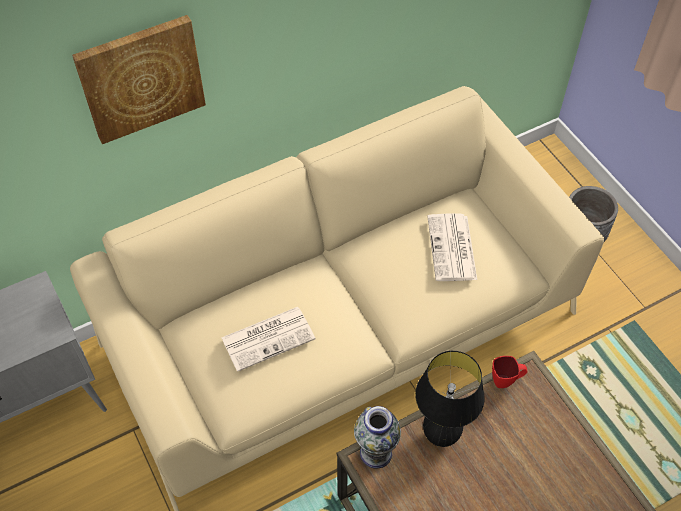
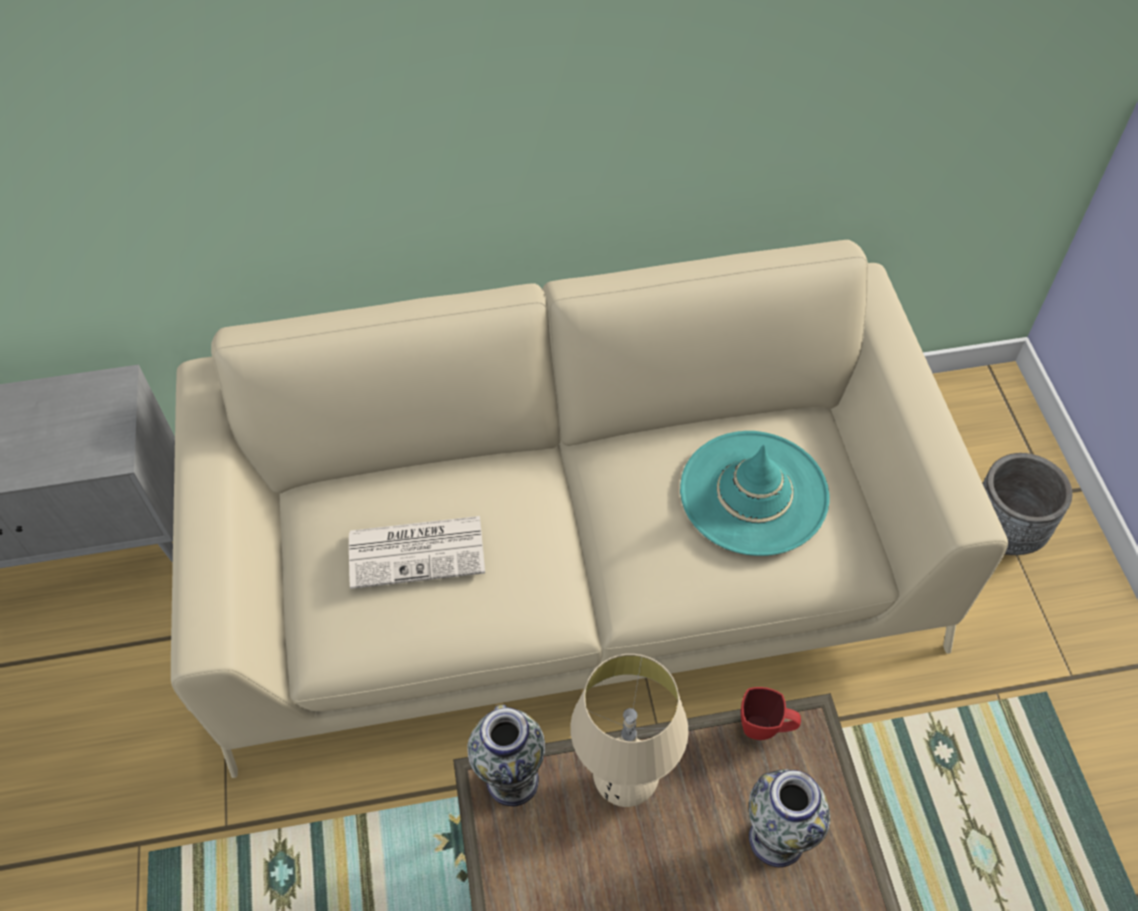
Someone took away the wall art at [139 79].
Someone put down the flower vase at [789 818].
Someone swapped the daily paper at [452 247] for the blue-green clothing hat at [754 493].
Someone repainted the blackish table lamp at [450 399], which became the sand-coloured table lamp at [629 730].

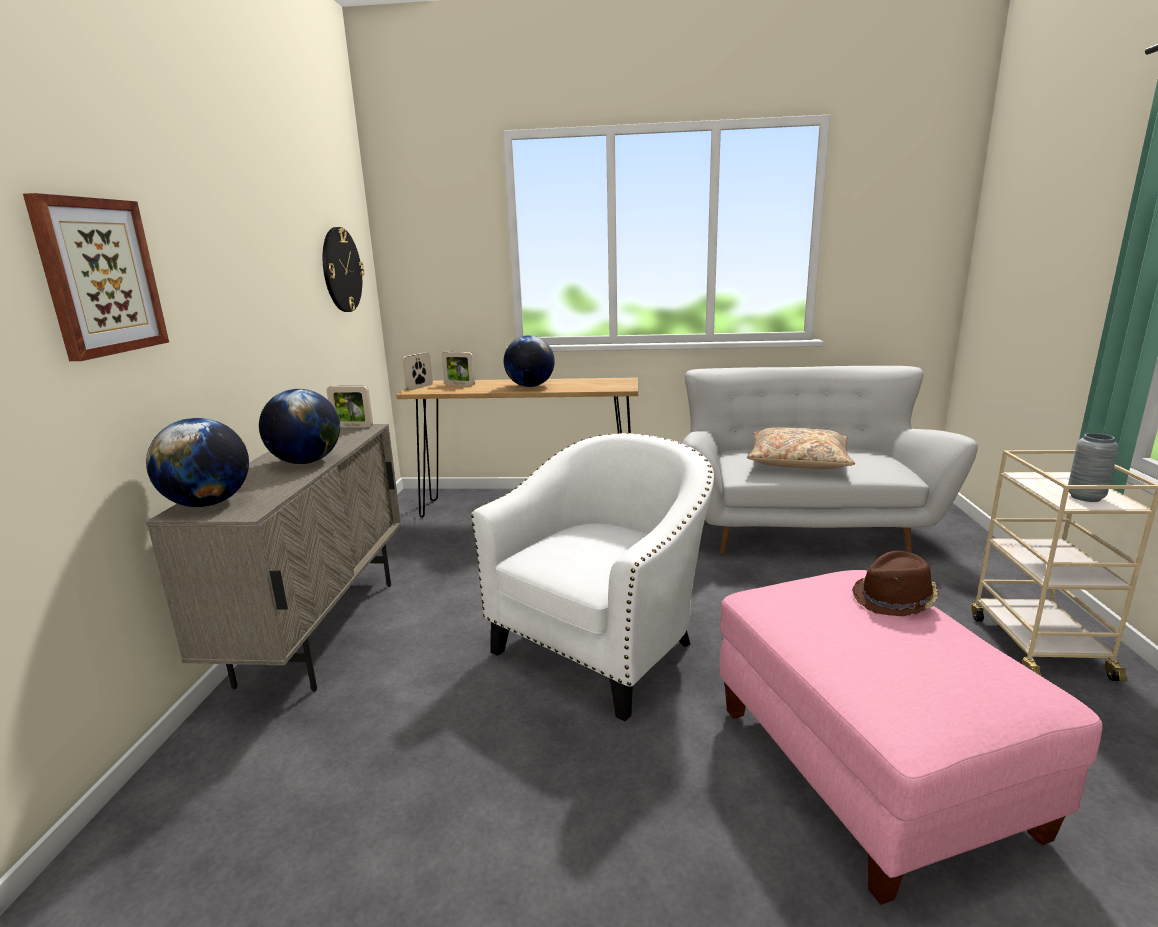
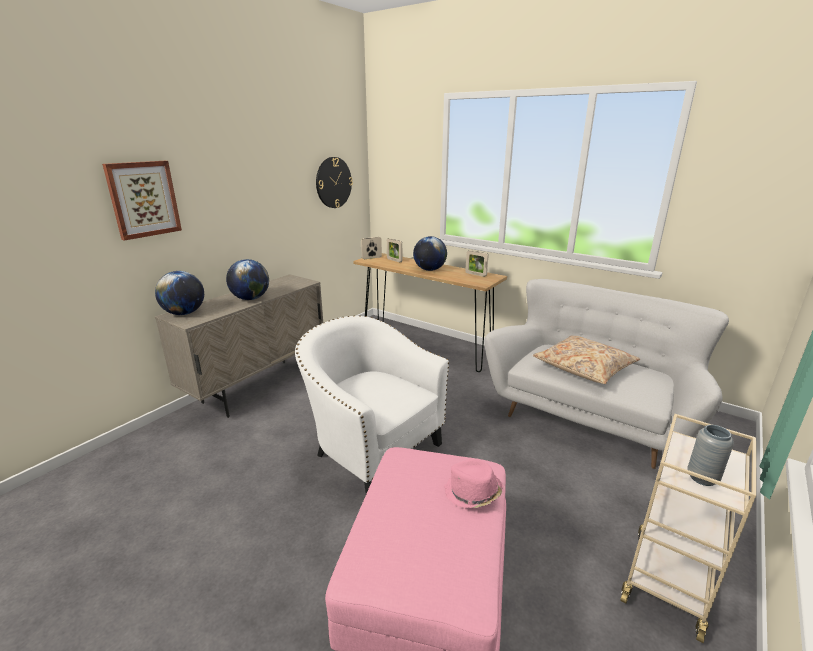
Someone carried the standing frame from [350 407] to [476 263].
Someone repainted the brown clothing hat at [895 583], which became the pinkish clothing hat at [473 483].
Someone rotated the white-coloured lounge chair at [592 577] by 120 degrees counterclockwise.

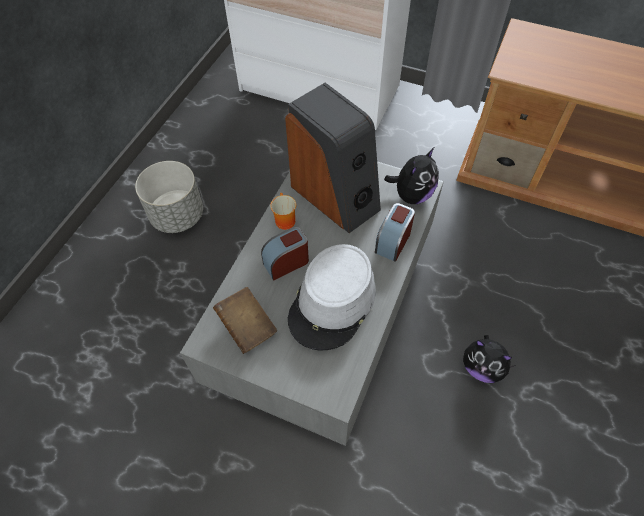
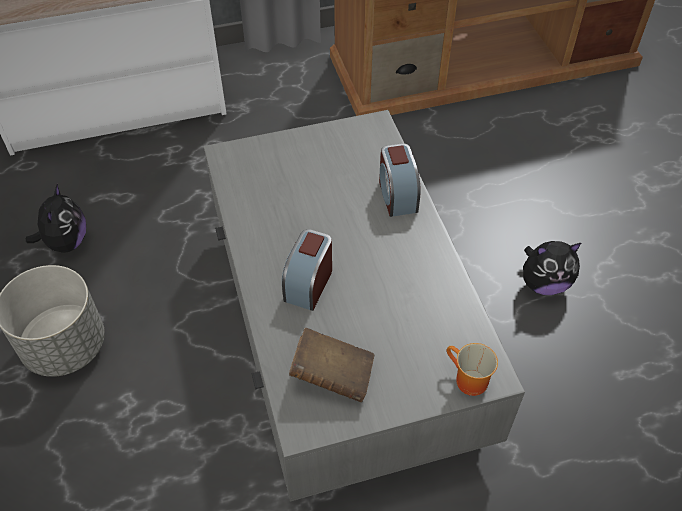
Someone took away the speaker at [333 158].
Someone took away the gray clothing hat at [332 297].
Someone carried the mug from [283 211] to [472 369].
Someone carried the soft toy from [411 176] to [56 218].

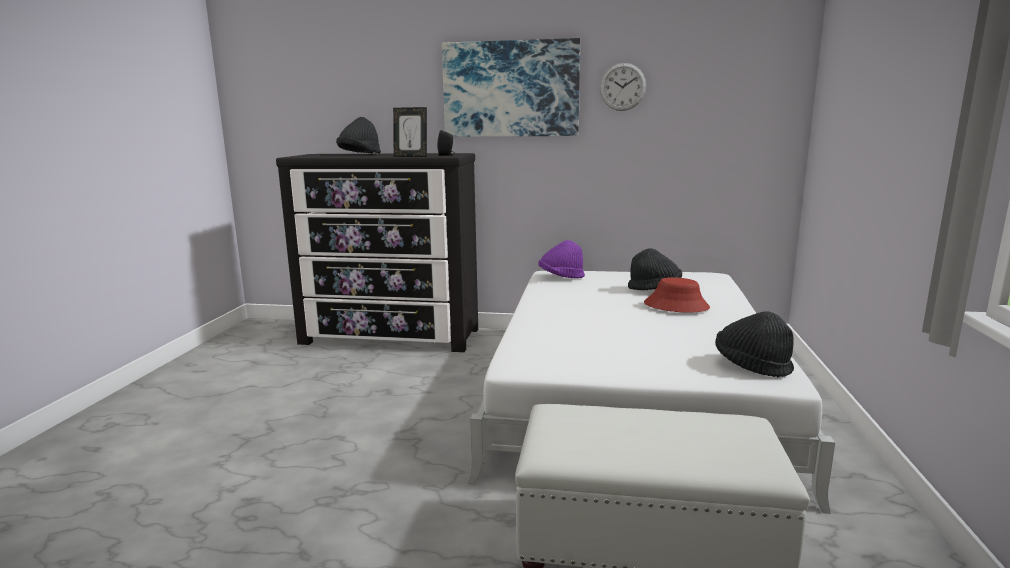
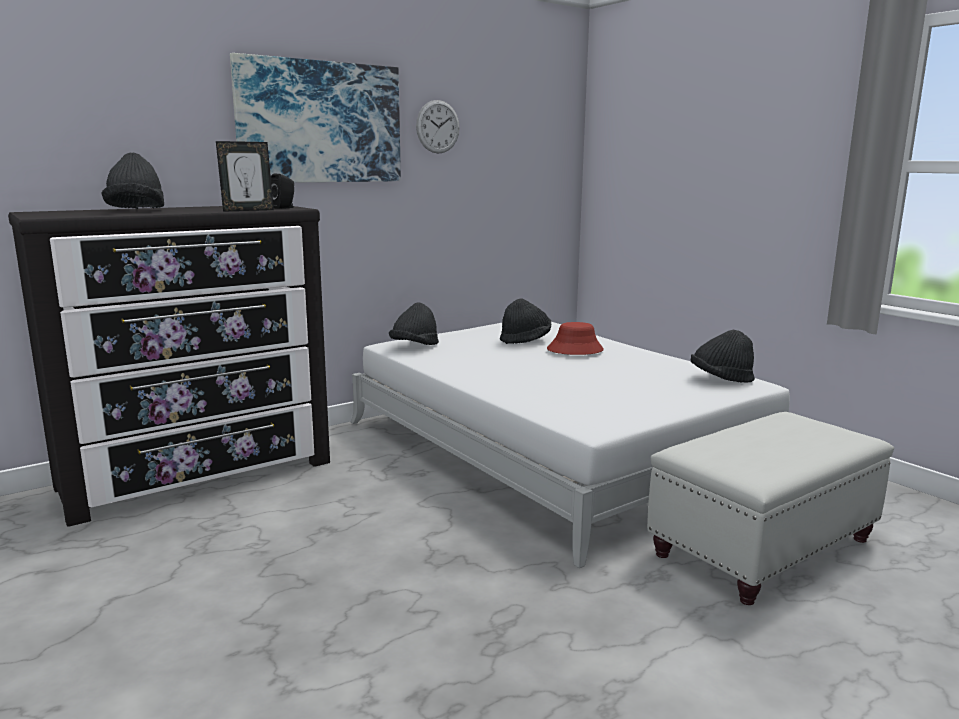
Someone repainted the purple clothing hat at [561 259], which became the blackish clothing hat at [414 323].

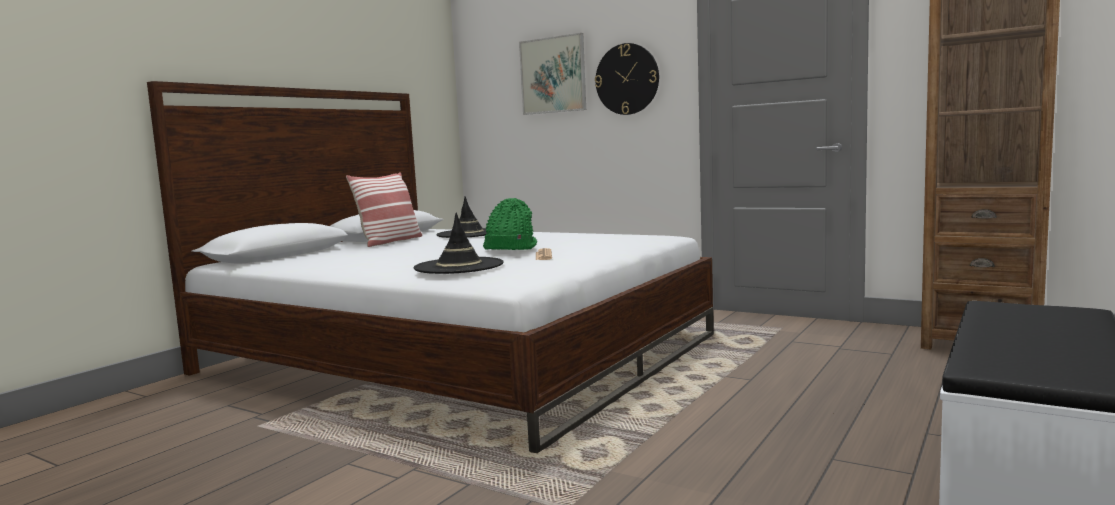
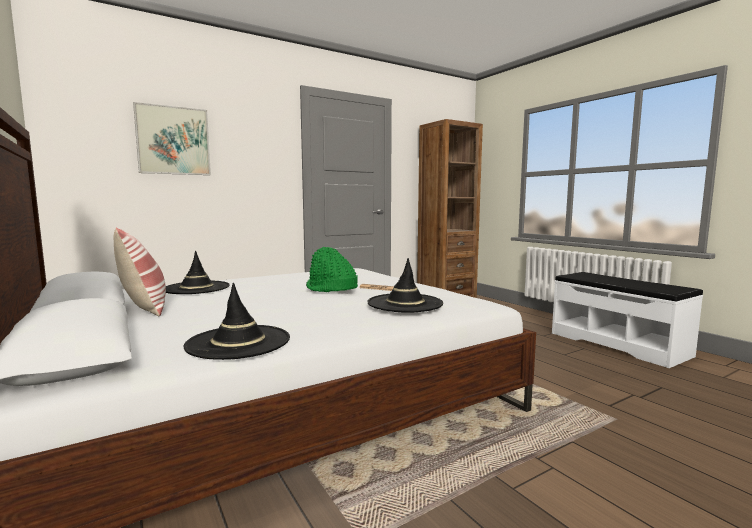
Someone took away the clock on the wall at [627 79].
Someone put down the blackish clothing hat at [236 321].

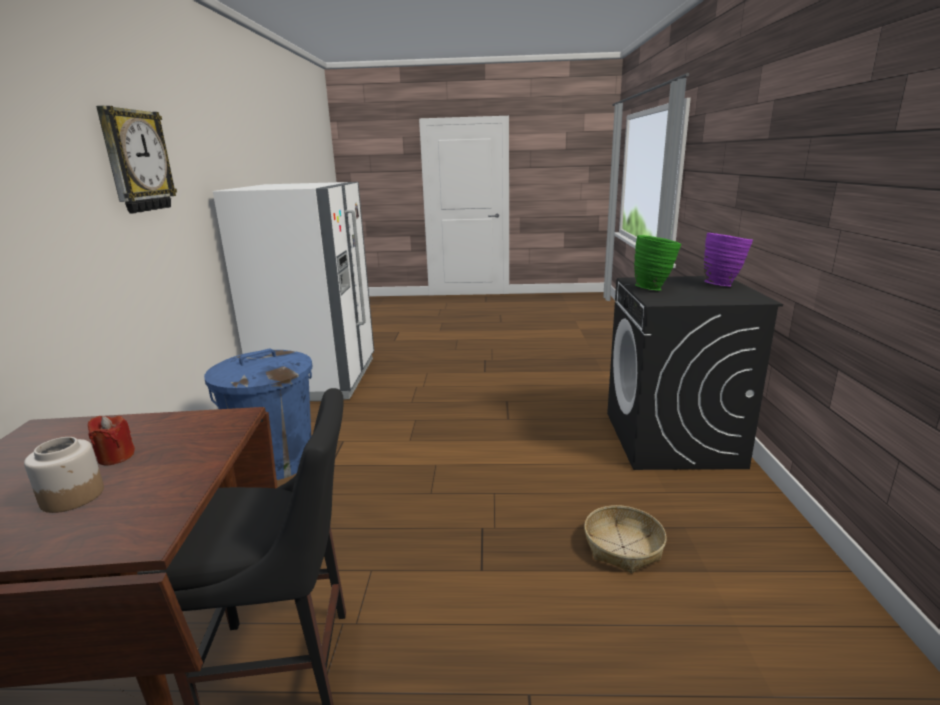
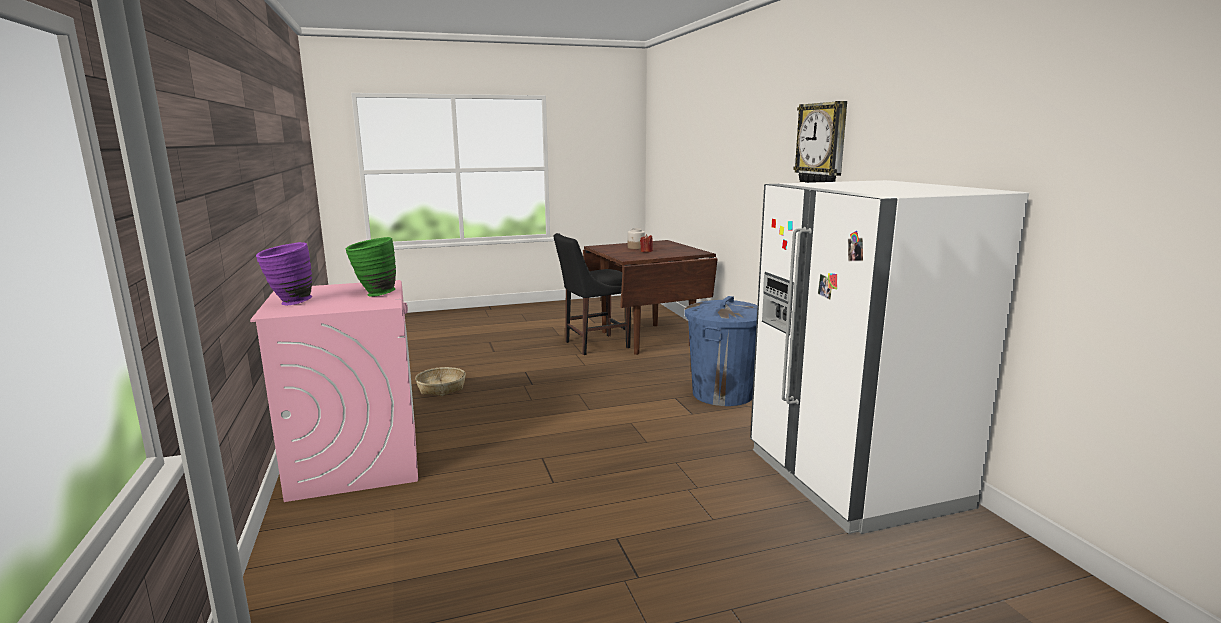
Someone repainted the blackish laundry machine at [695 373], which became the pinkish laundry machine at [334 391].

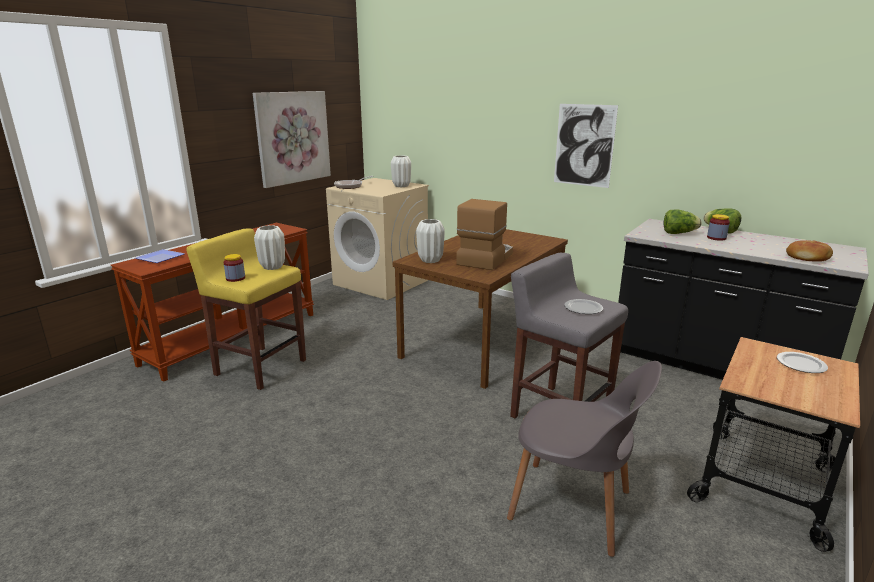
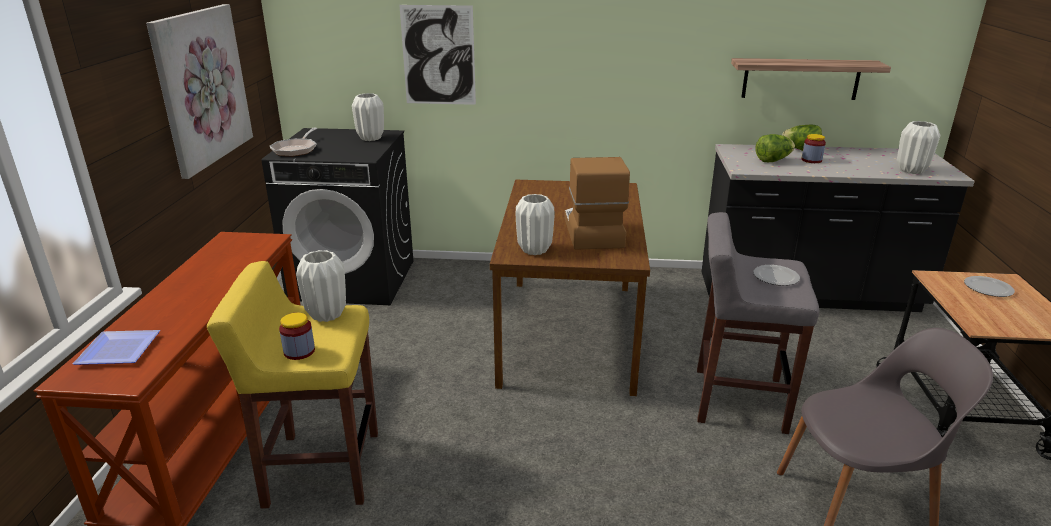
Someone put up the bracket shelf at [811 79].
Someone carried the wall art from [586 146] to [437 55].
Someone swapped the baked bread at [809 251] for the white-coloured flower vase at [918 147].
Someone repainted the sand-coloured laundry machine at [377 239], which became the blackish laundry machine at [337 216].

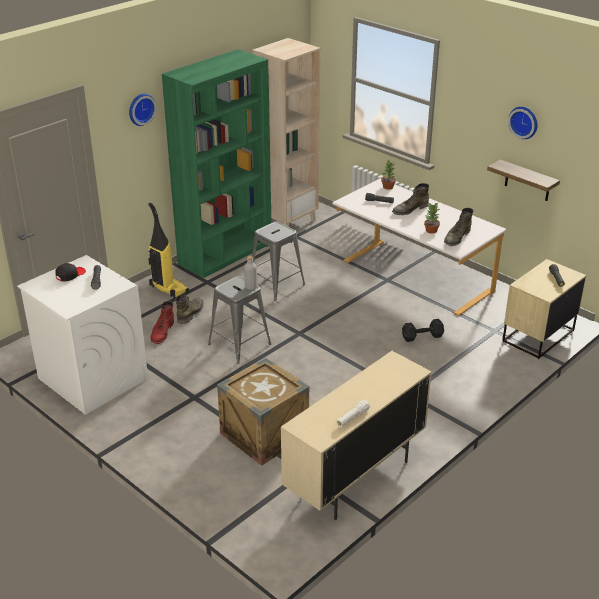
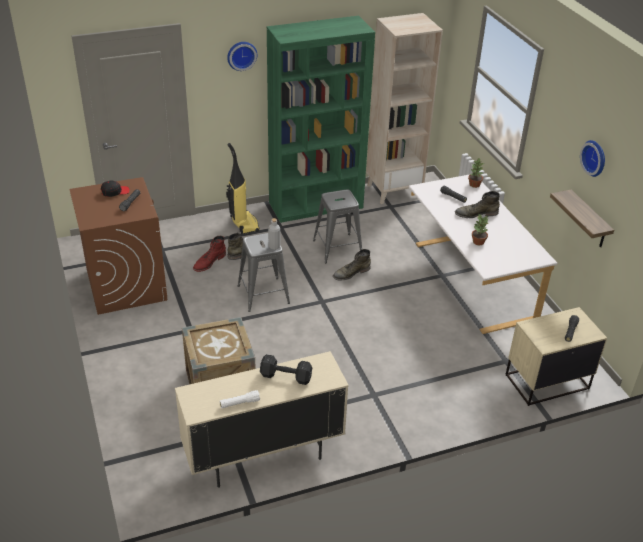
Someone carried the blackish hand weight from [423 330] to [286 369].
Someone carried the green tall boot from [458 227] to [352 264].
Someone repainted the white-coloured laundry machine at [82 335], which became the brown laundry machine at [118 246].

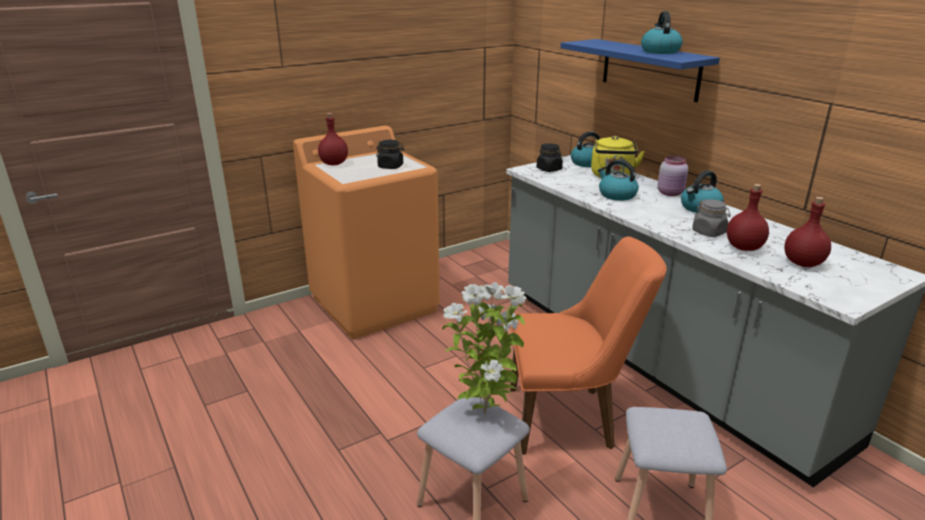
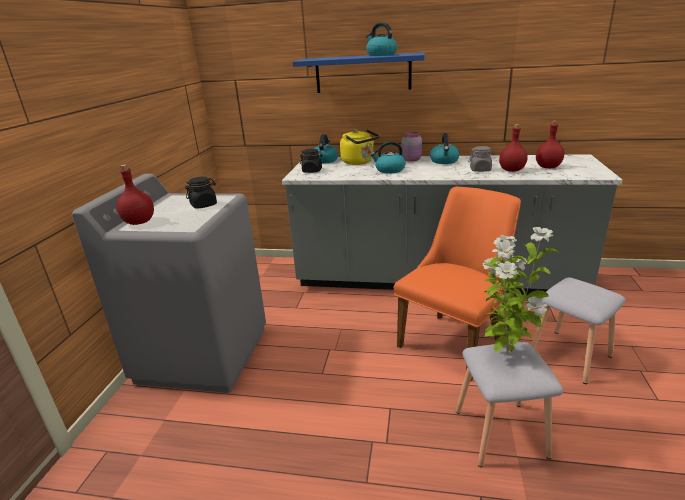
Someone repainted the orangey laundry machine at [366 232], which became the gray laundry machine at [169 283].

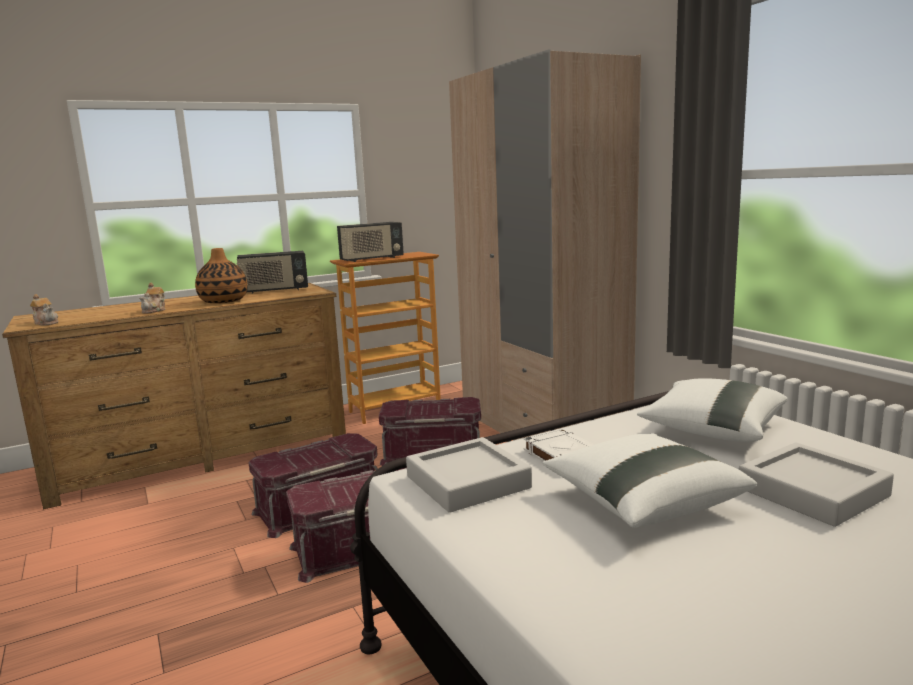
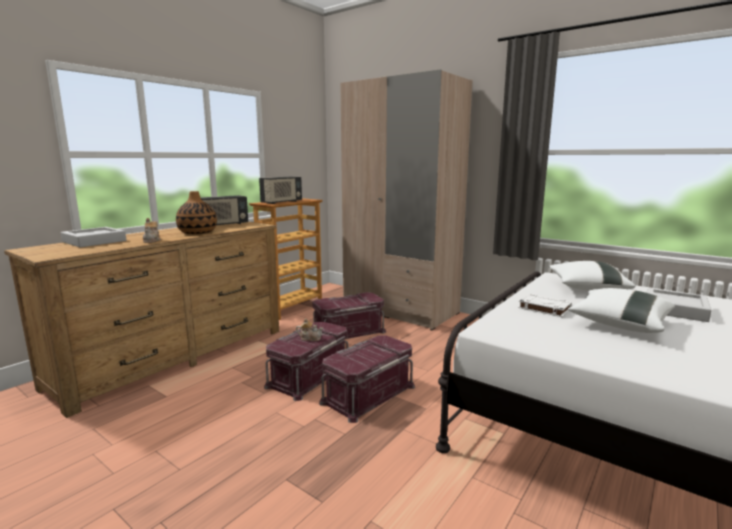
Someone carried the pot for tea from [44 309] to [309 329].
Someone carried the gray carrying tray from [469 475] to [93 237].

